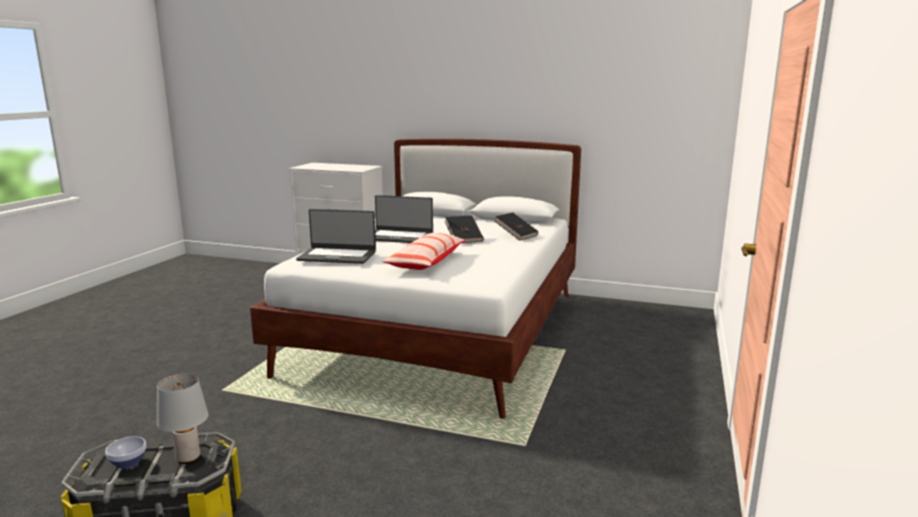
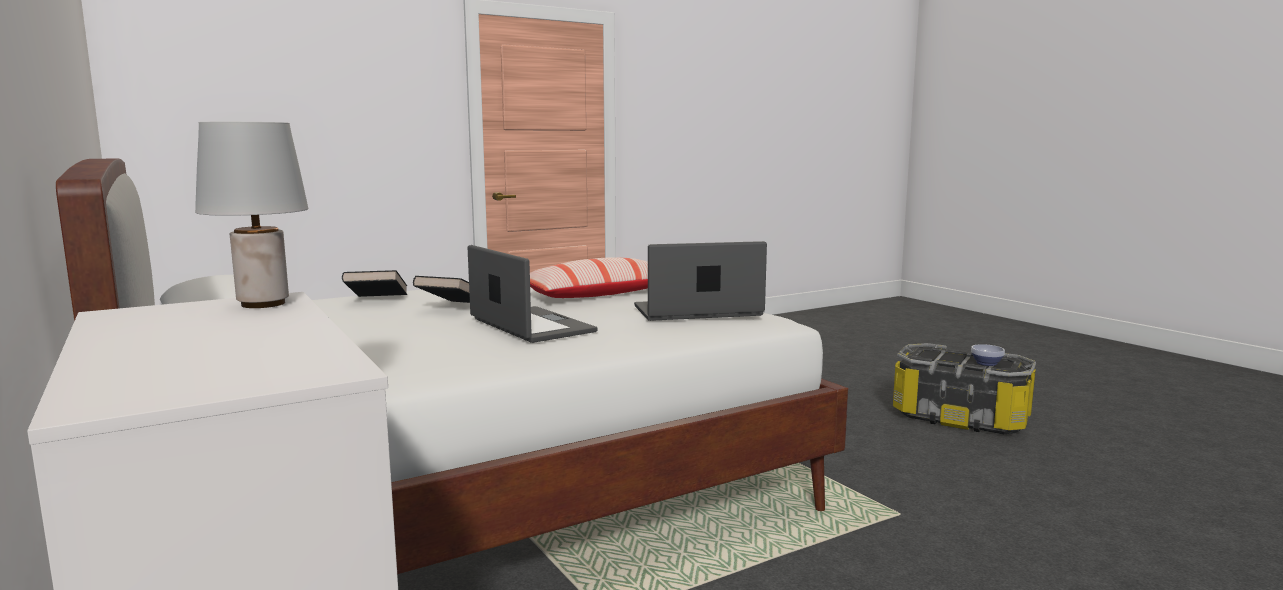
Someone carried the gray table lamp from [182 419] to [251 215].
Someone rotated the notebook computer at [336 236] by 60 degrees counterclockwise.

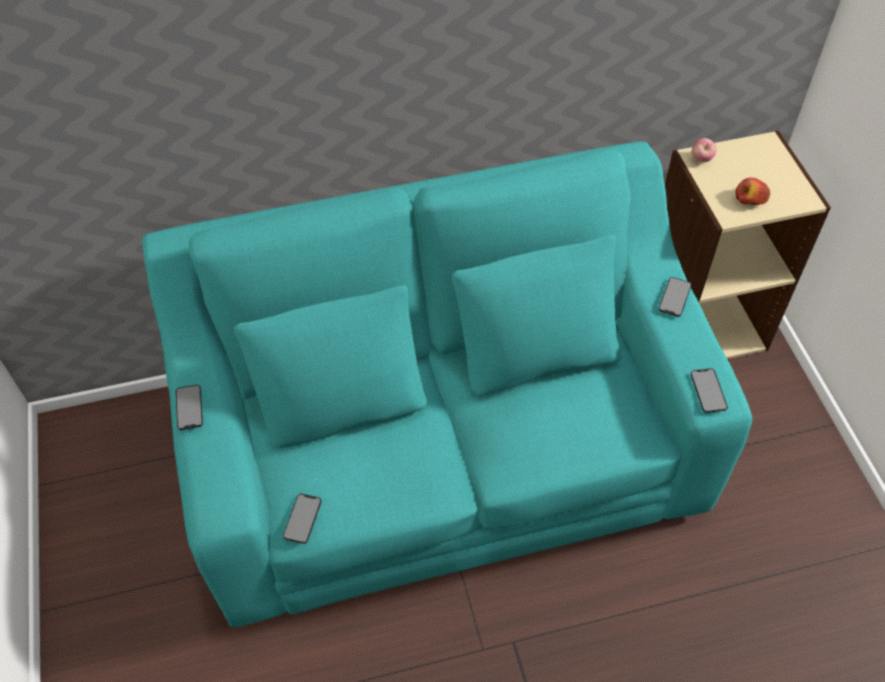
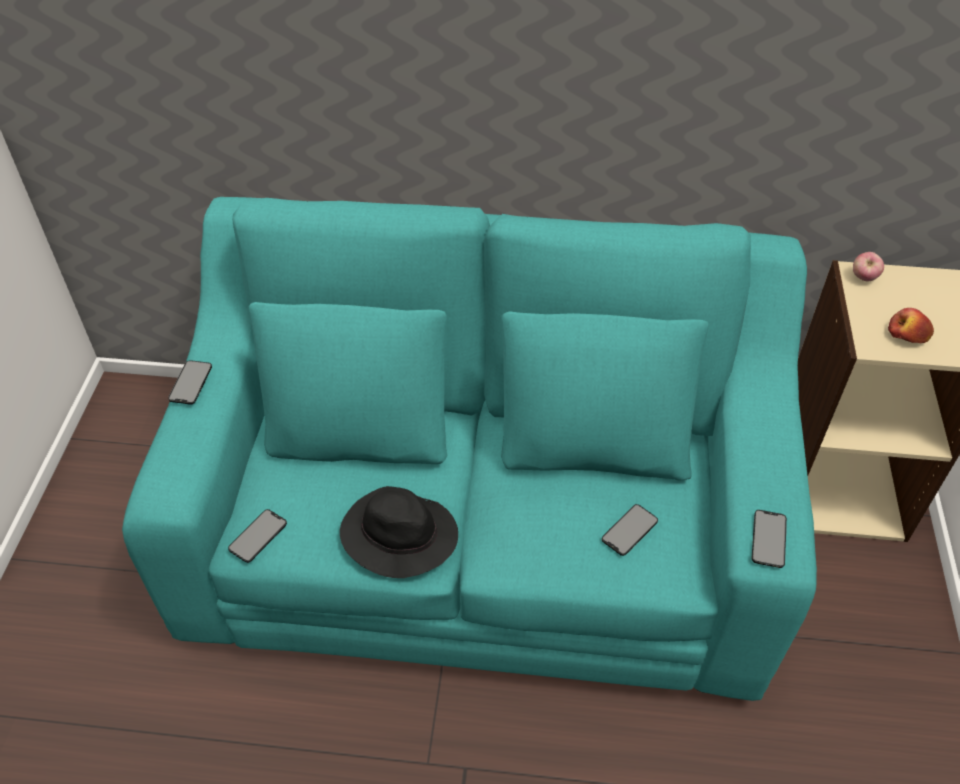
Someone put down the blackish clothing hat at [399 532].
Someone carried the telephone from [675 297] to [630 530].

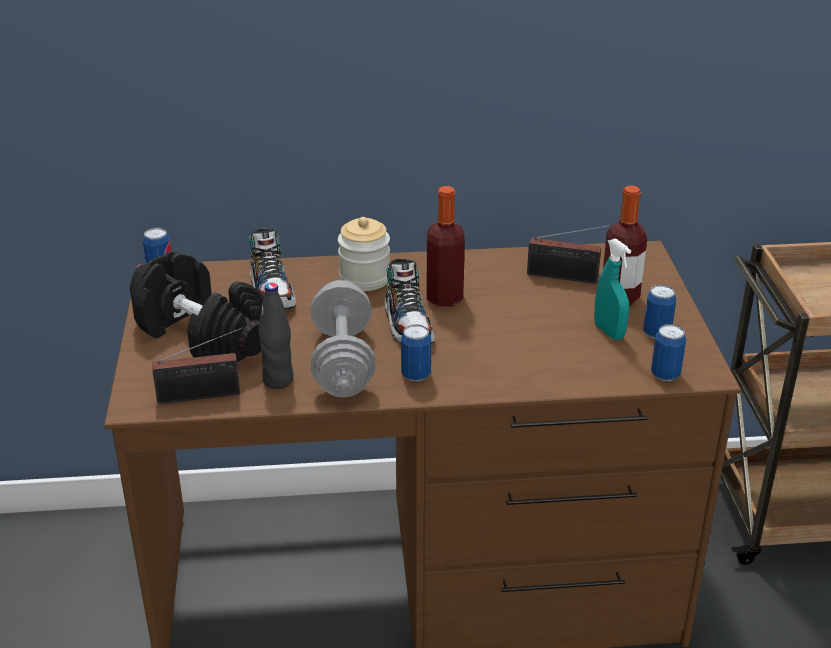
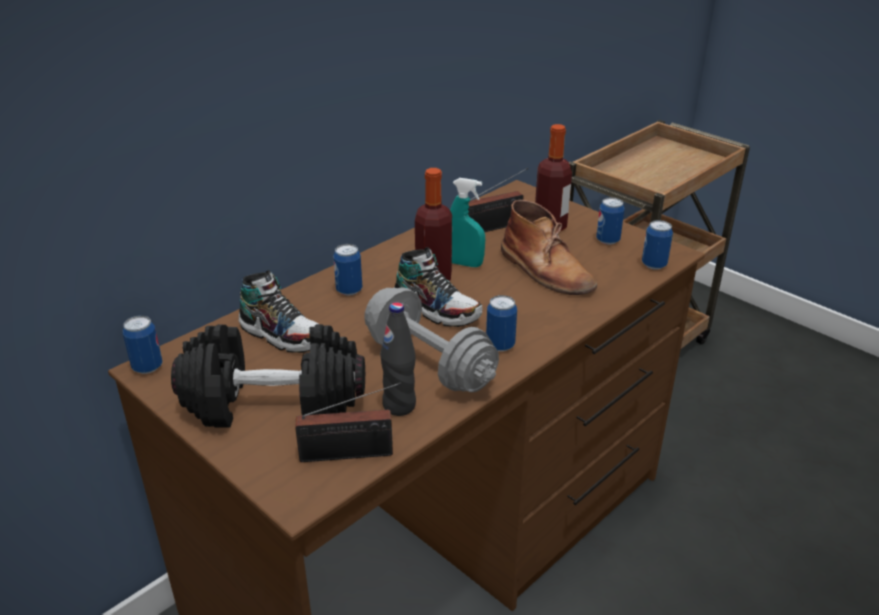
Someone put down the brown tall boot at [549 247].
Someone carried the blue-green sprayer from [612 289] to [467 222].
Someone swapped the preserve jar at [364 254] for the can at [347 270].
Someone rotated the radio receiver at [198 365] by 45 degrees clockwise.

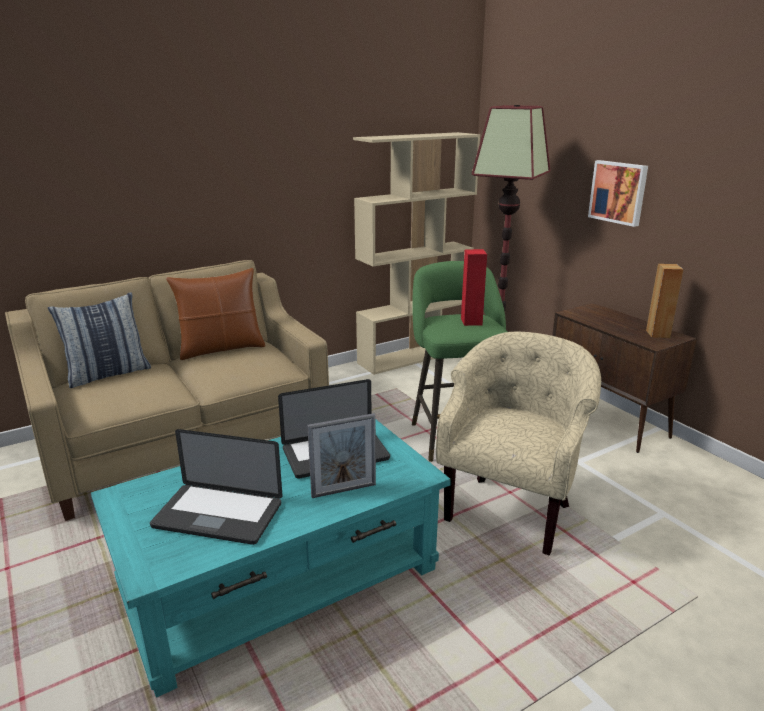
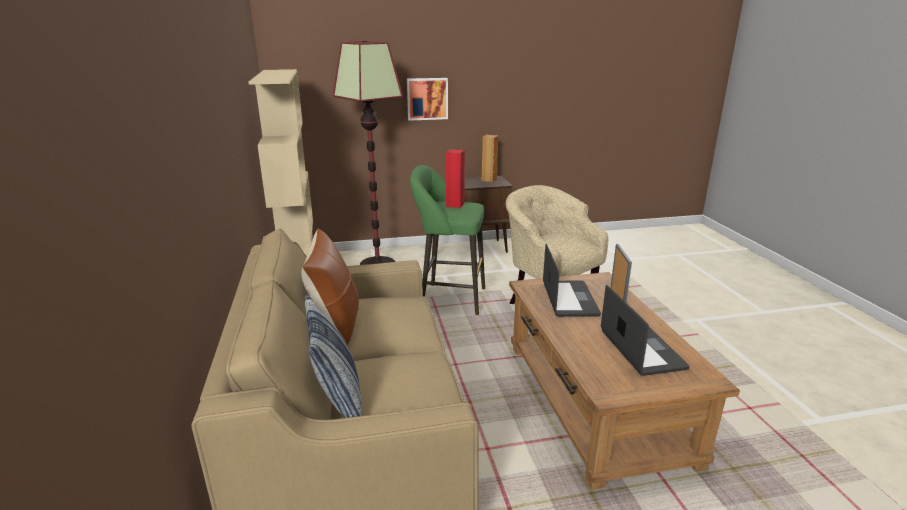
Someone repainted the blue-green lounge table at [271 558], which became the brown lounge table at [624 381].
Someone rotated the notebook computer at [216 487] by 45 degrees counterclockwise.

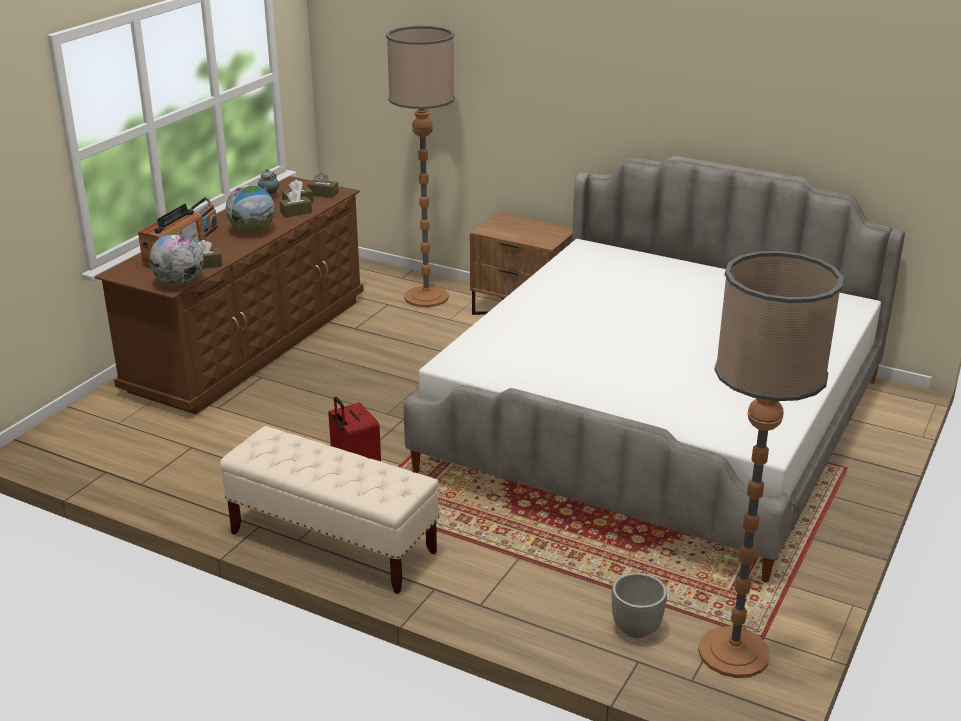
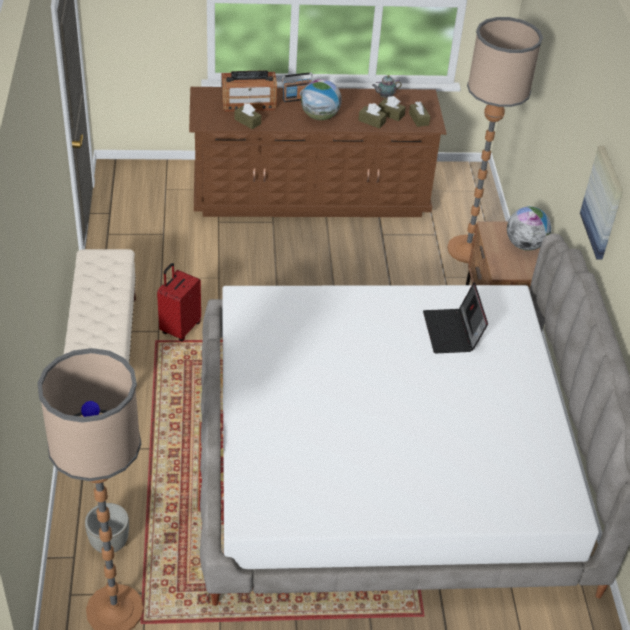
Someone put down the notebook computer at [455 317].
Someone put up the wall art at [601 203].
Someone carried the globe from [176 259] to [529 229].

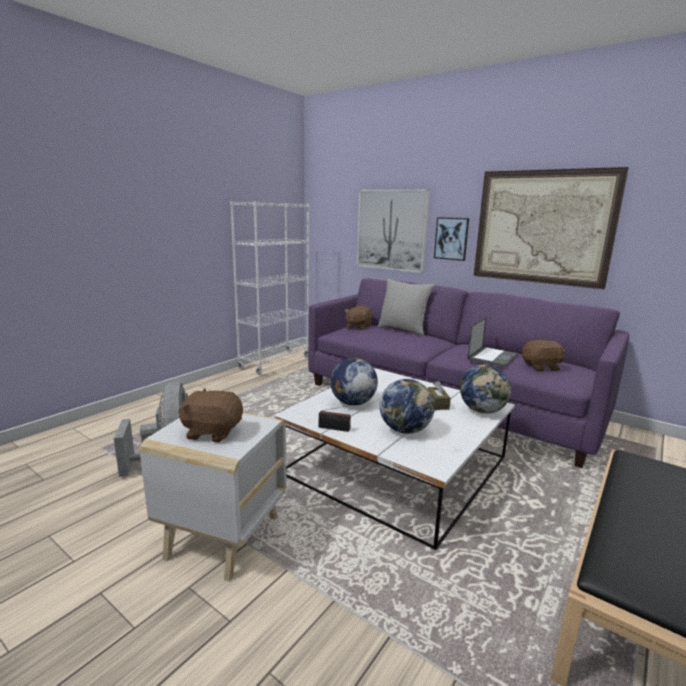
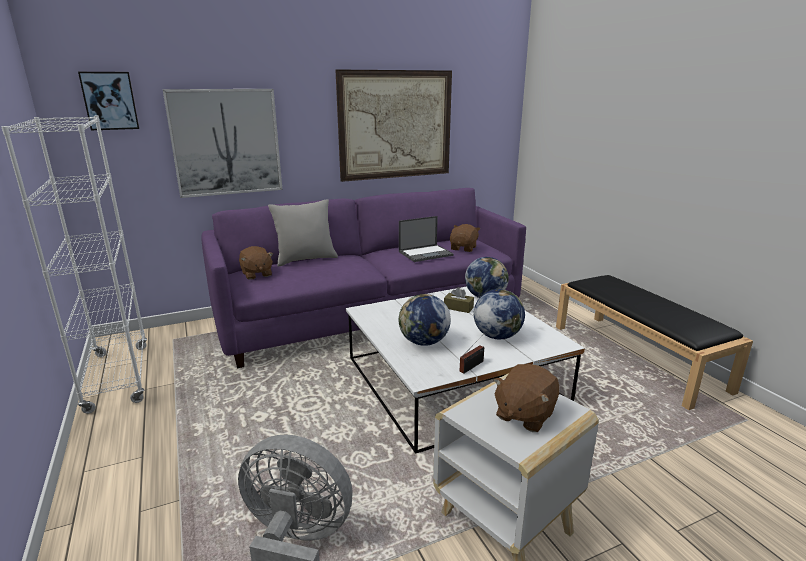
Someone carried the wall art from [451 239] to [108 101].
Someone rotated the notebook computer at [492 342] by 90 degrees clockwise.

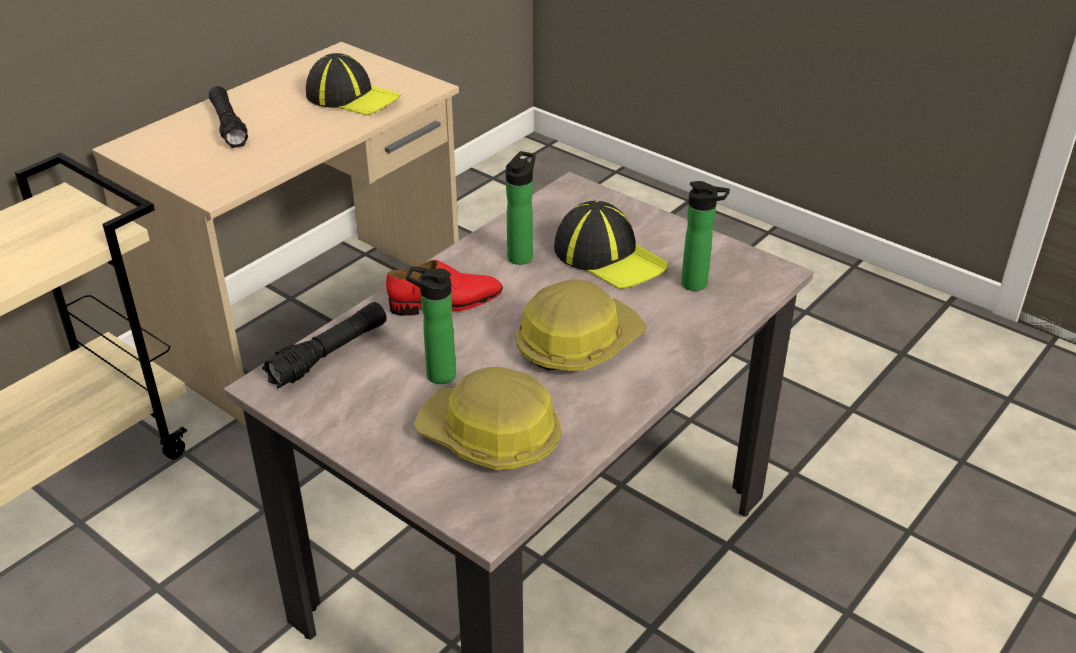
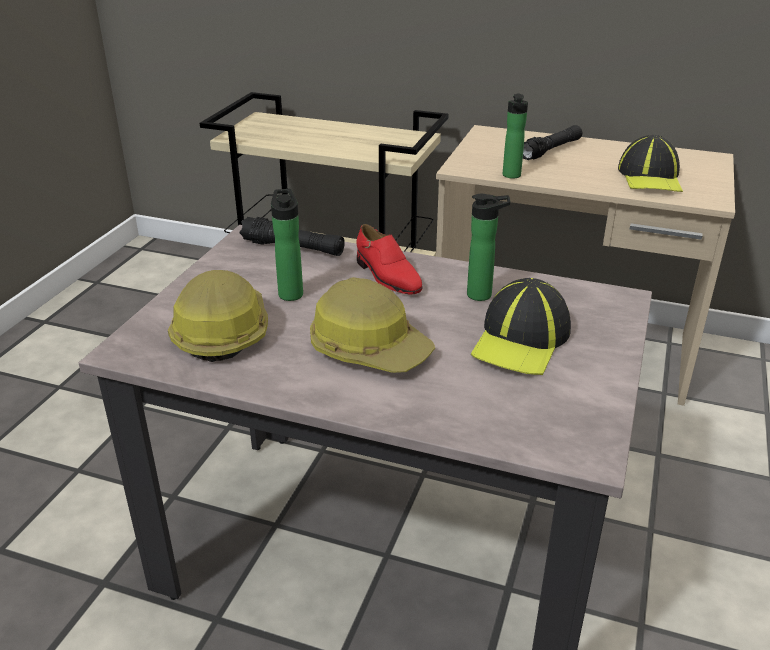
Someone carried the beverage bottle from [705 236] to [515 135].

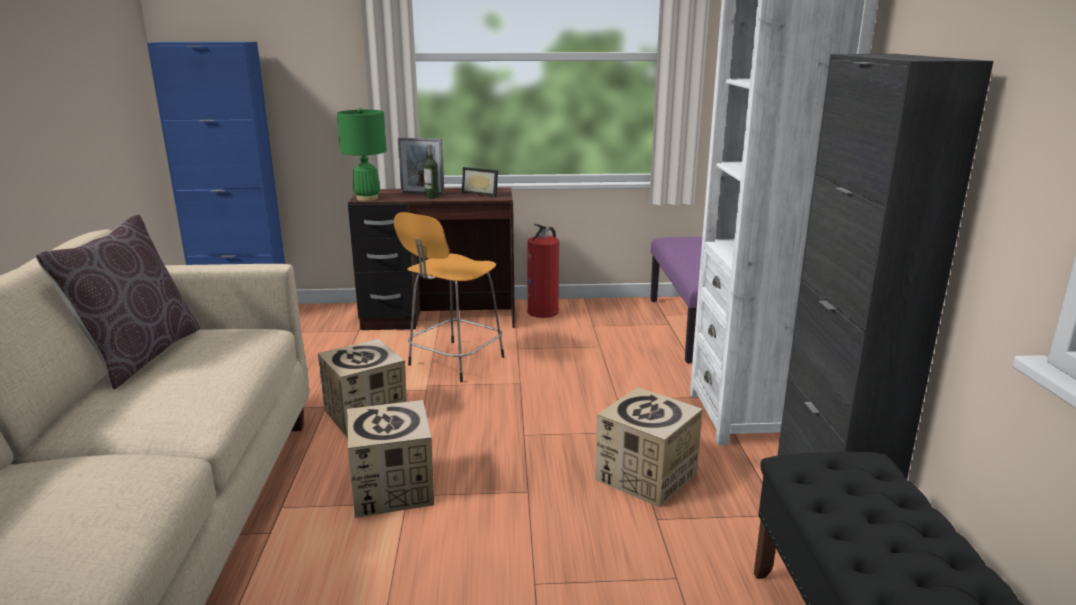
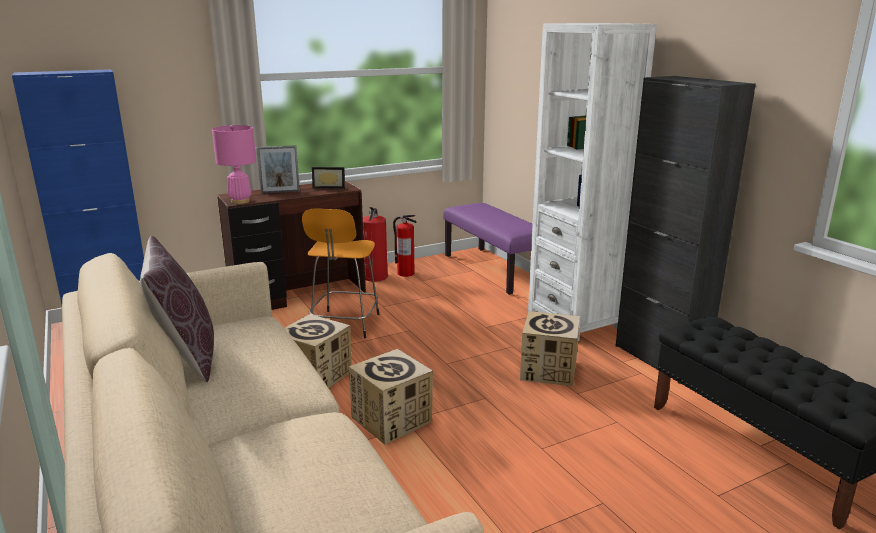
Someone took away the beverage bottle at [431 171].
Someone put down the extinguisher at [405 246].
Someone repainted the green table lamp at [362 154], which became the pinkish table lamp at [234 164].

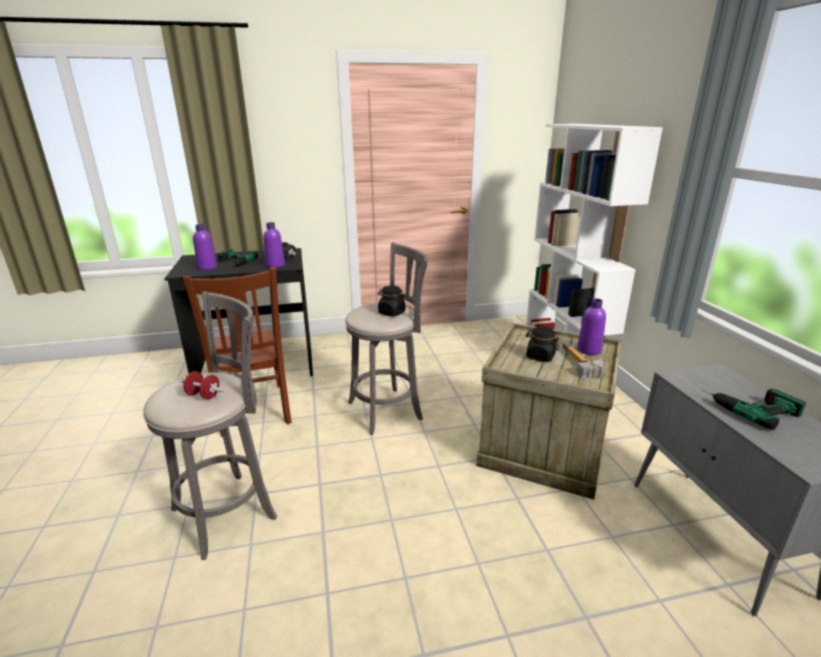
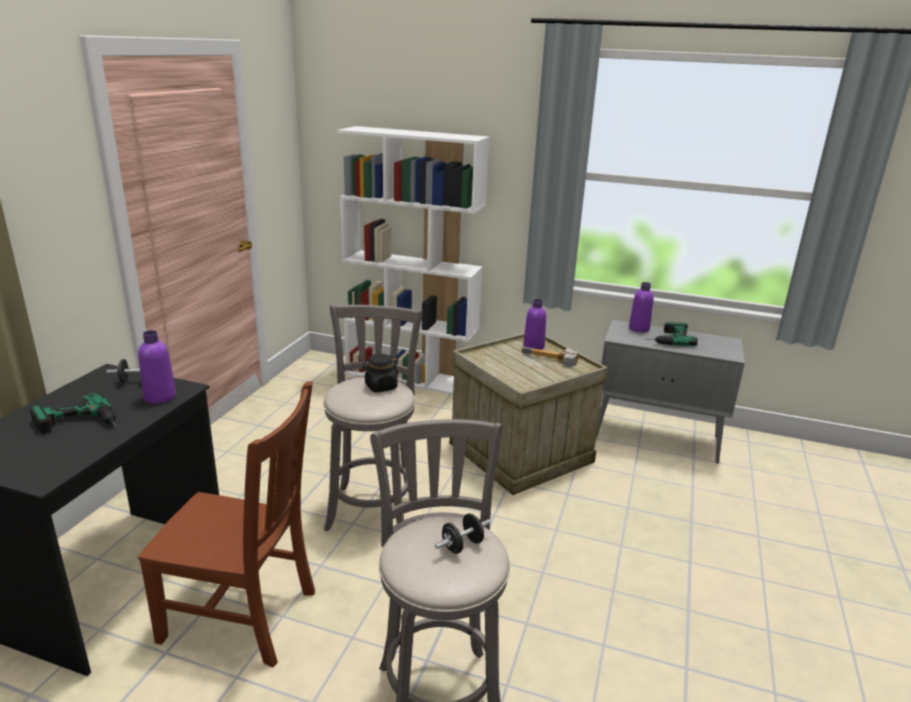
Someone took away the blackish preserve jar at [542 344].
Someone carried the purple beverage bottle from [205 247] to [641 307].
Someone repainted the reddish hand weight at [202 385], which became the blackish hand weight at [463 533].

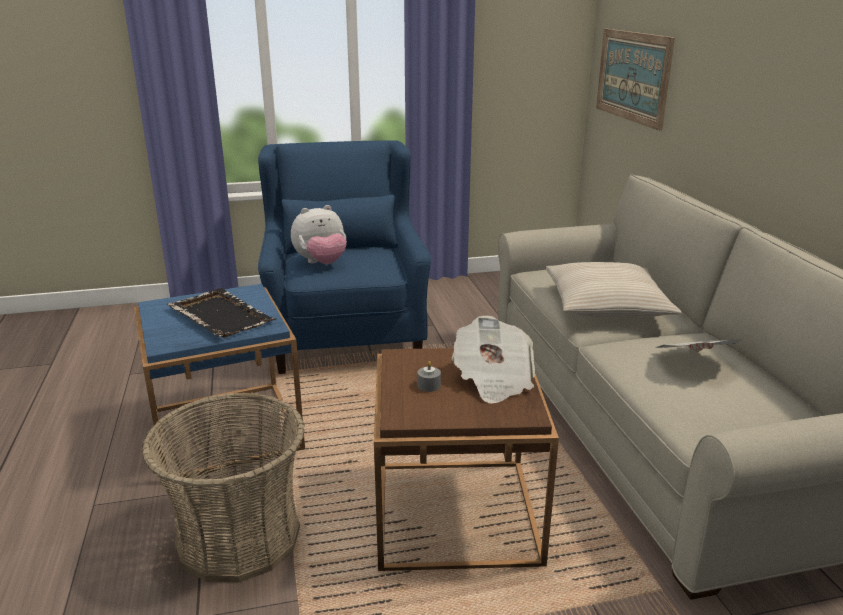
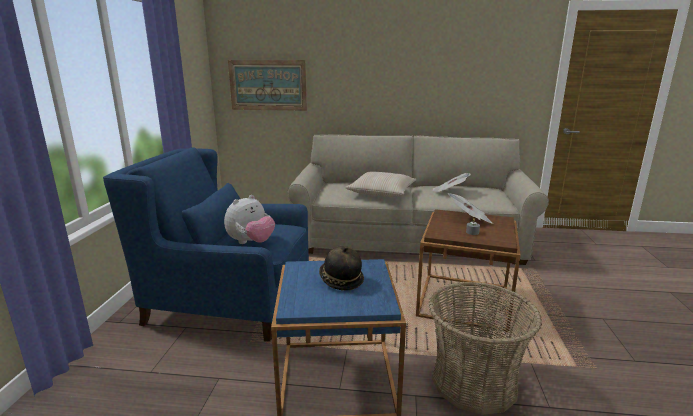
Someone swapped the blackish carrying tray at [221 312] for the clothing hat at [341 268].
Someone rotated the soft toy at [319 234] by 45 degrees clockwise.

